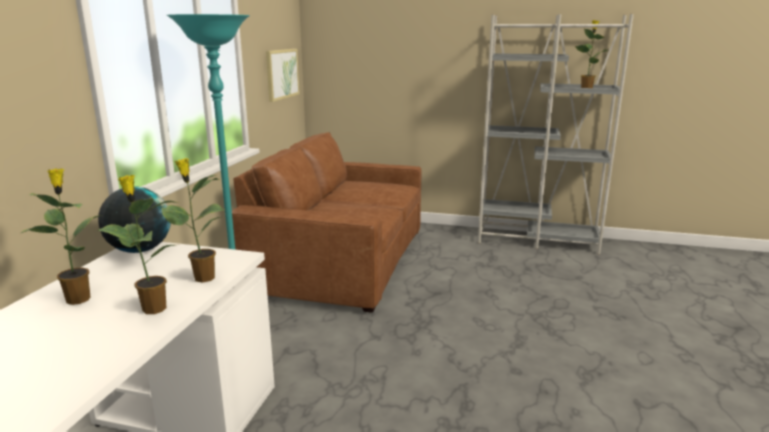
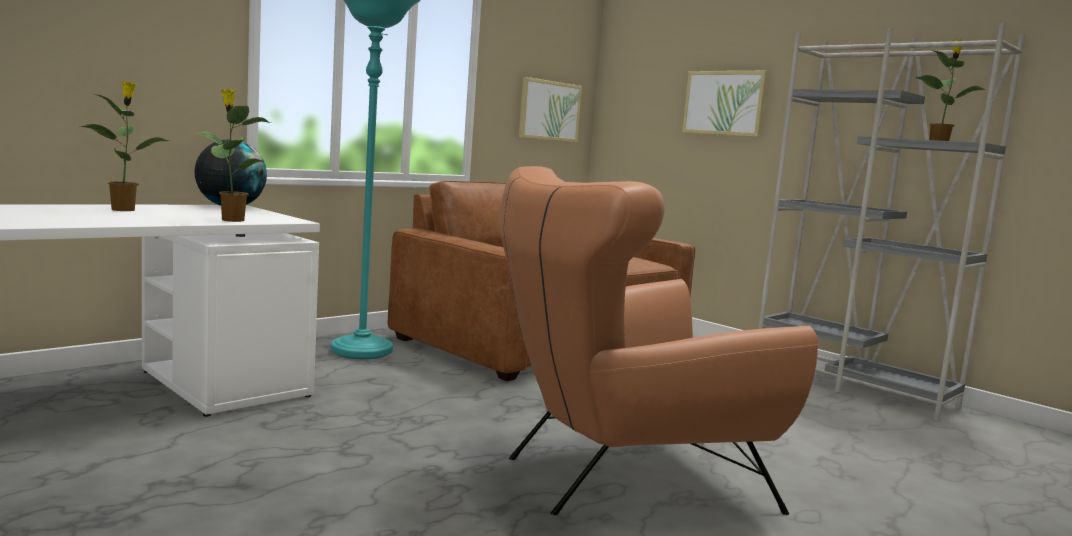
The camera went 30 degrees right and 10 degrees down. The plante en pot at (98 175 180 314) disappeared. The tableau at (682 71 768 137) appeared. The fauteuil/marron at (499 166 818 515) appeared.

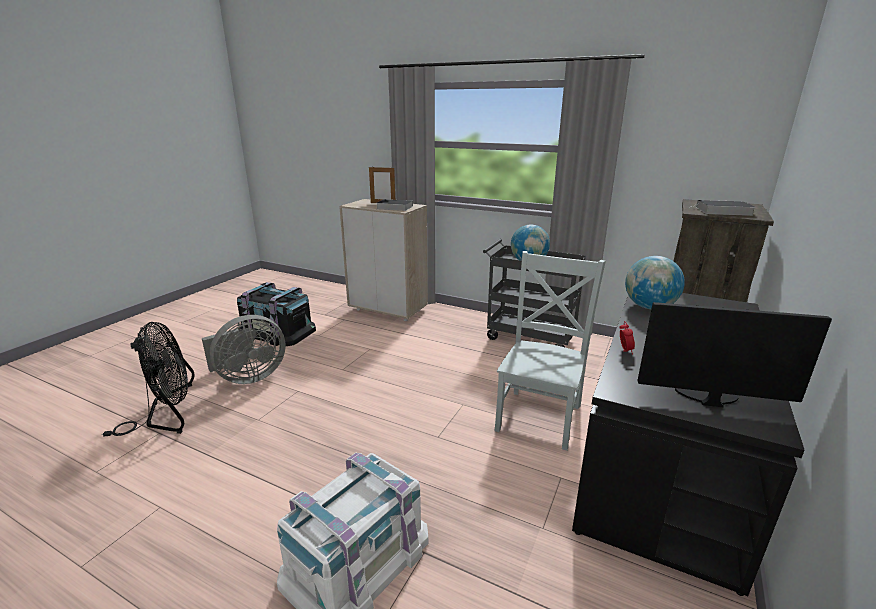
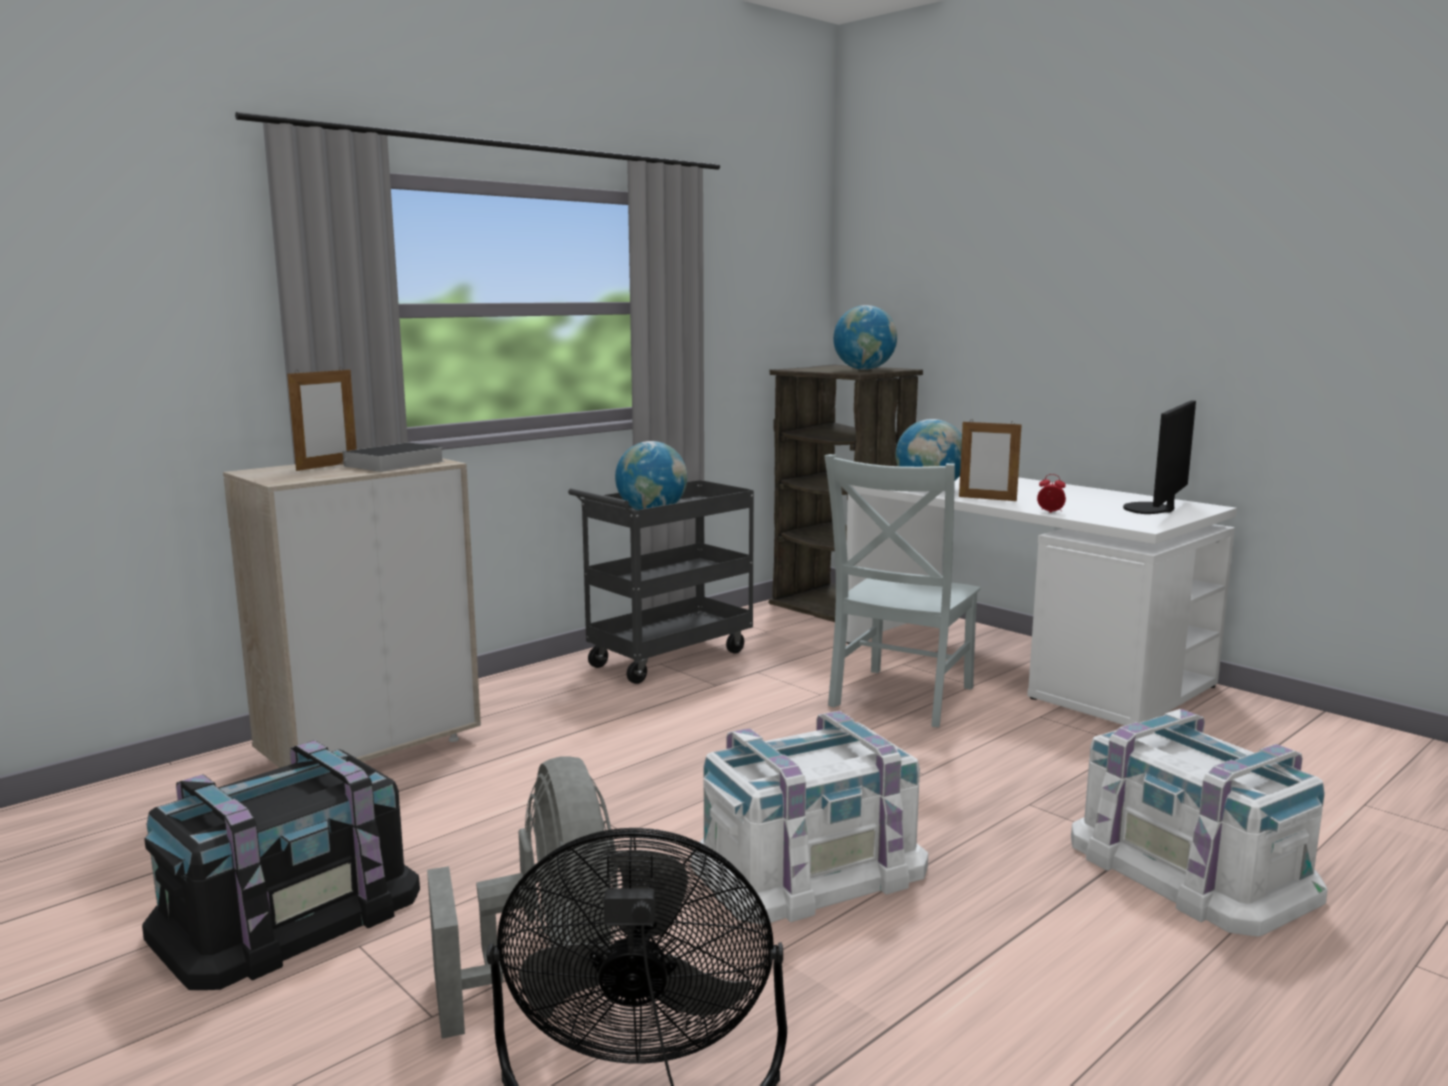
The camera went 70 degrees left and 10 degrees down. The livre at (691 200 755 216) was replaced by the globe at (833 305 897 370). The chaise/gris at (494 251 606 451) turned 105 degrees counterclockwise. The bureau/noir at (572 293 805 596) became the bureau/blanc at (846 477 1237 725). The cadre photo at (959 419 1022 501) appeared. The boîte de rangement/blanc at (691 711 928 924) appeared.

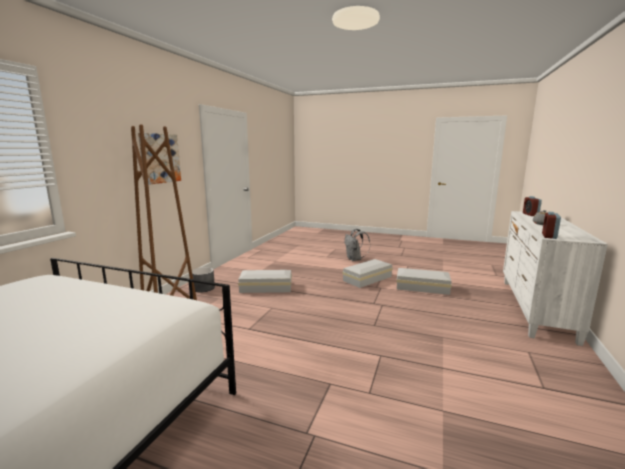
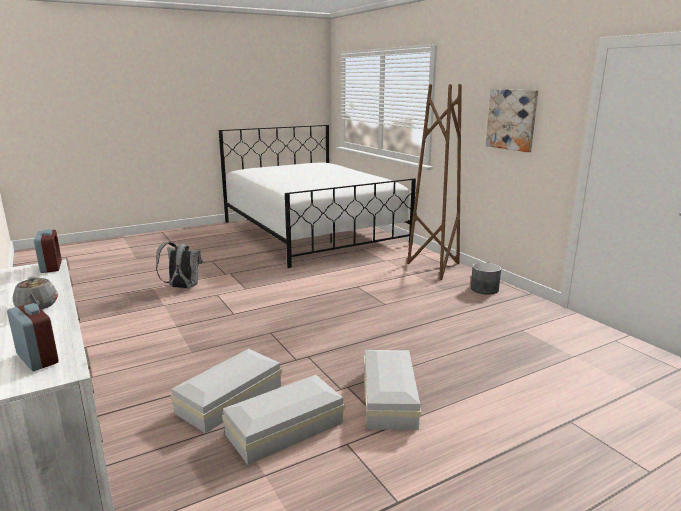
The camera went 130 degrees right and 5 degrees up. The sac à dos/gris moved from (344 229 370 261) to (156 242 202 289). The boîte de rangement/blanc moved from (238 270 292 293) to (171 349 282 433).

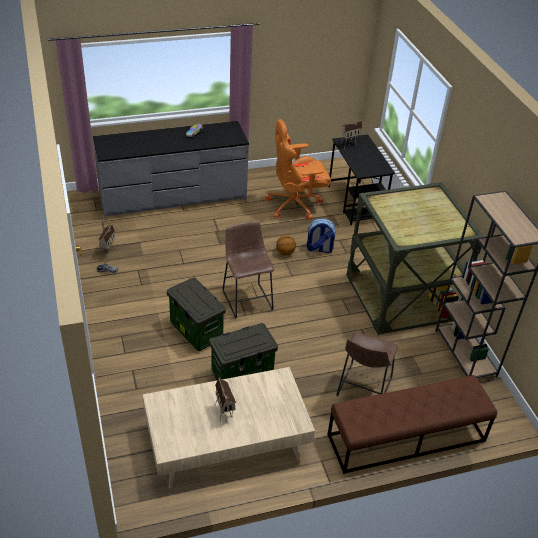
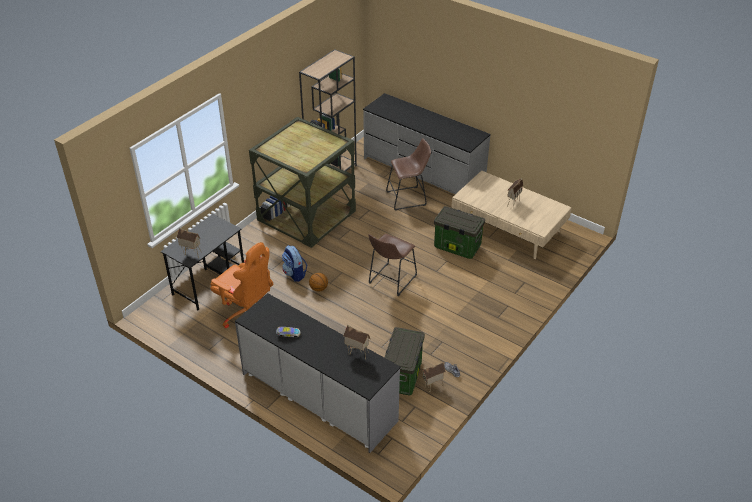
The camera went 125 degrees left and 0 degrees up. The boîte de rangement moved from (167 277 226 351) to (384 327 425 396). The banc/marron at (327 375 497 474) was replaced by the commode/gris at (363 93 491 194). The maison miniature at (343 325 370 360) appeared.

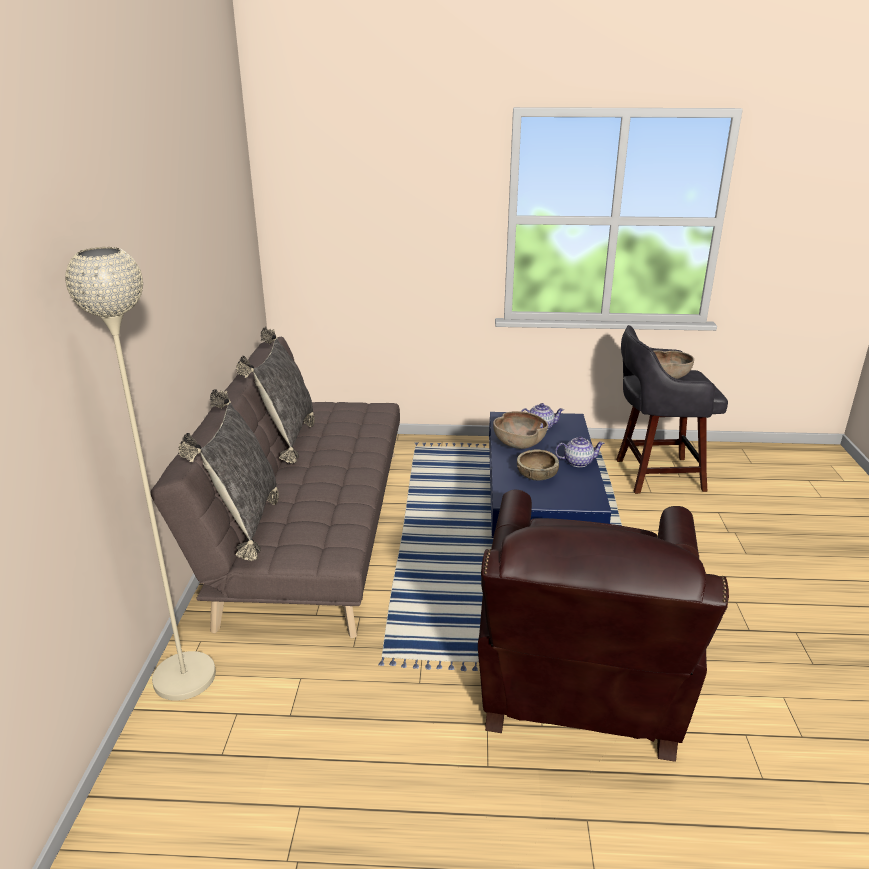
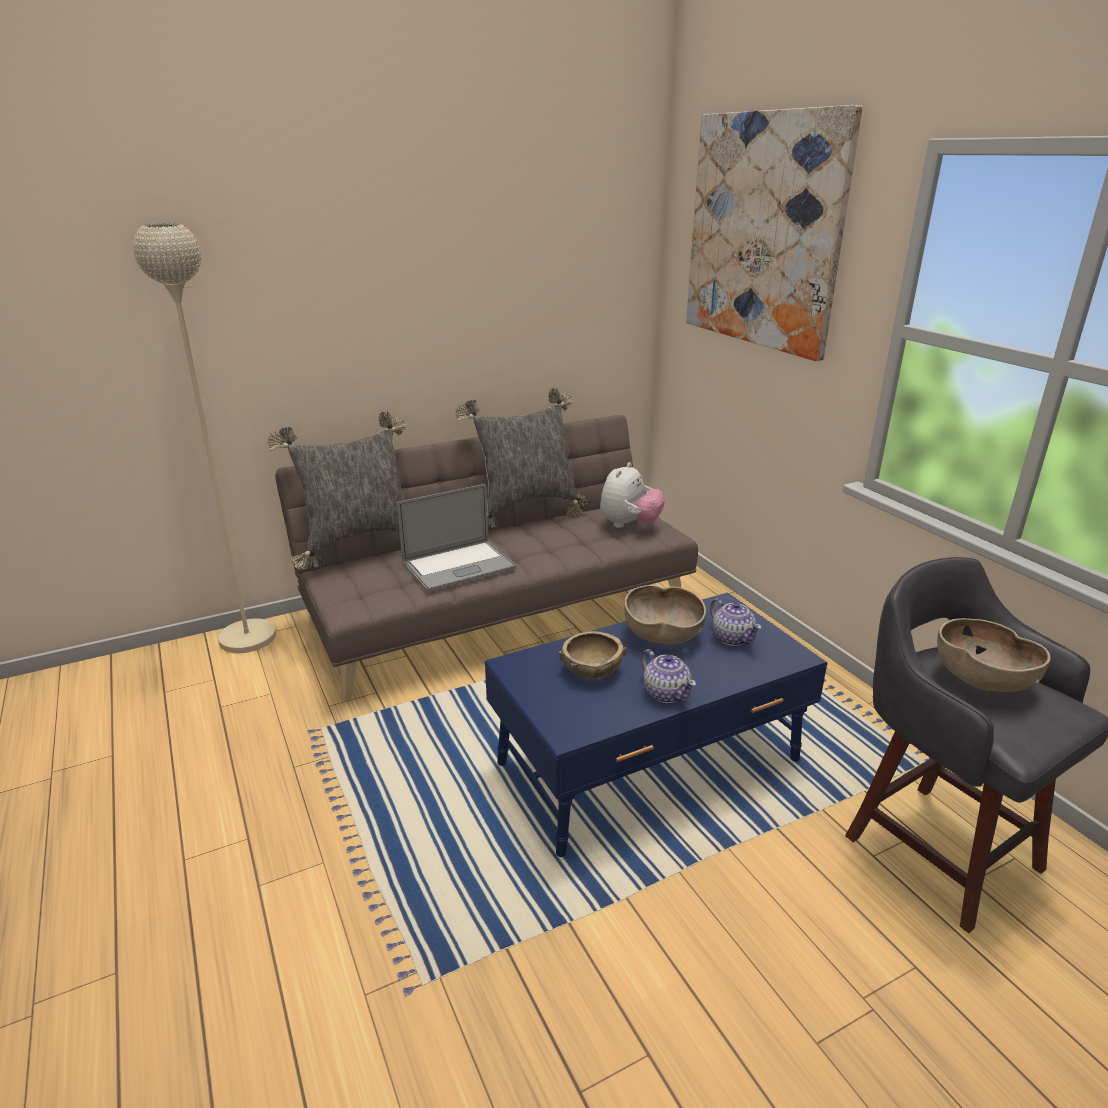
The camera went 60 degrees right and 0 degrees up. The fauteuil/marron at (478 490 729 762) disappeared. The tableau at (686 105 862 361) appeared. The peluche at (600 462 665 528) appeared. The ordinateur portable at (397 484 516 592) appeared.

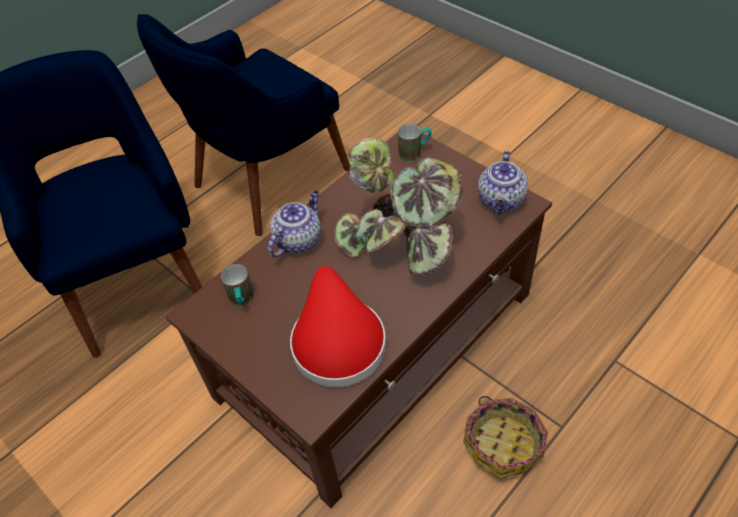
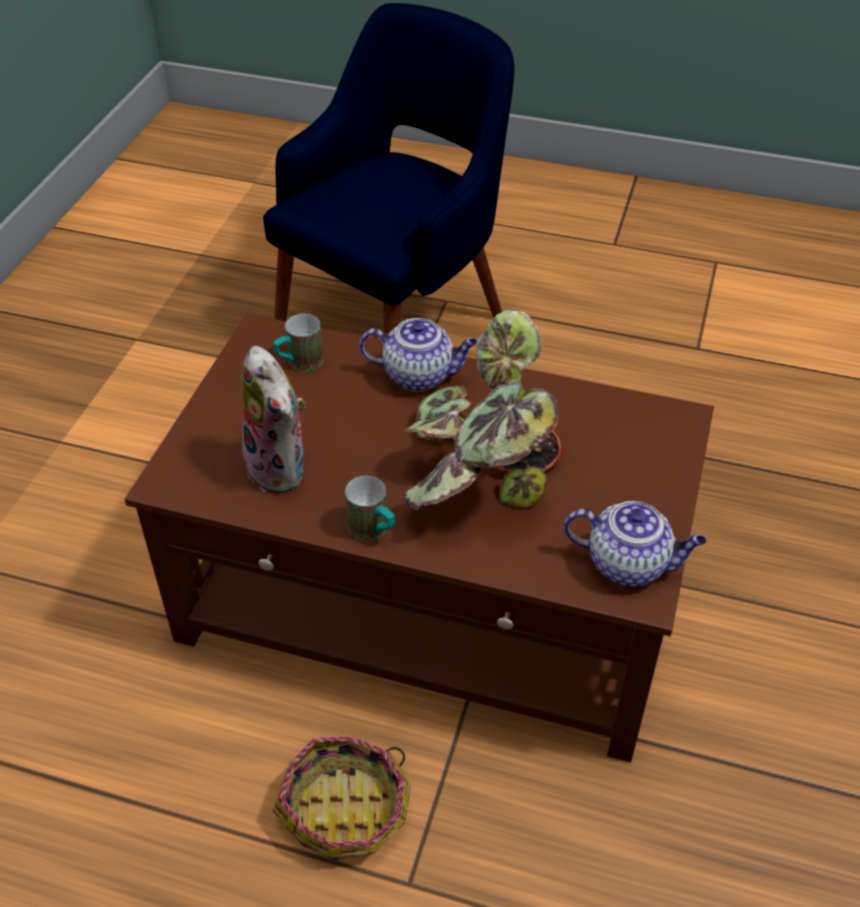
The camera went 60 degrees right and 5 degrees down. The fauteuil/bleu at (137 14 350 236) disappeared. The mug moved from (398 124 431 162) to (345 476 395 541). The théière at (478 150 528 215) turned 150 degrees counterclockwise. The chapeau/rouge at (290 266 386 387) was replaced by the peluche at (241 346 306 493).

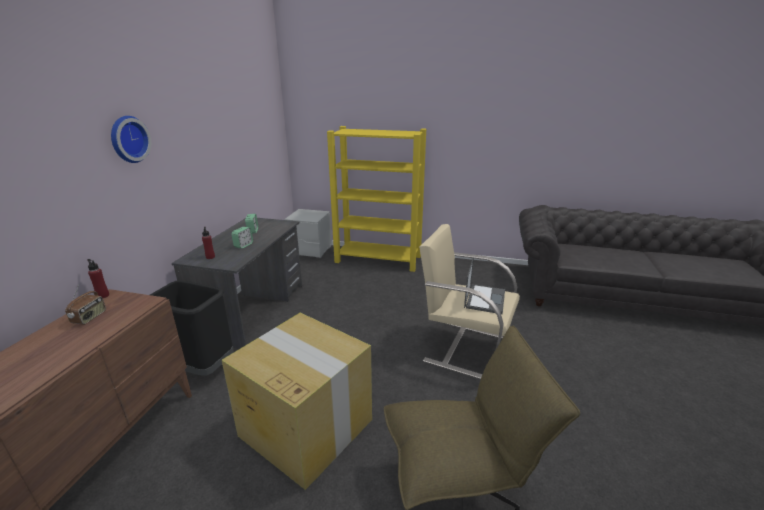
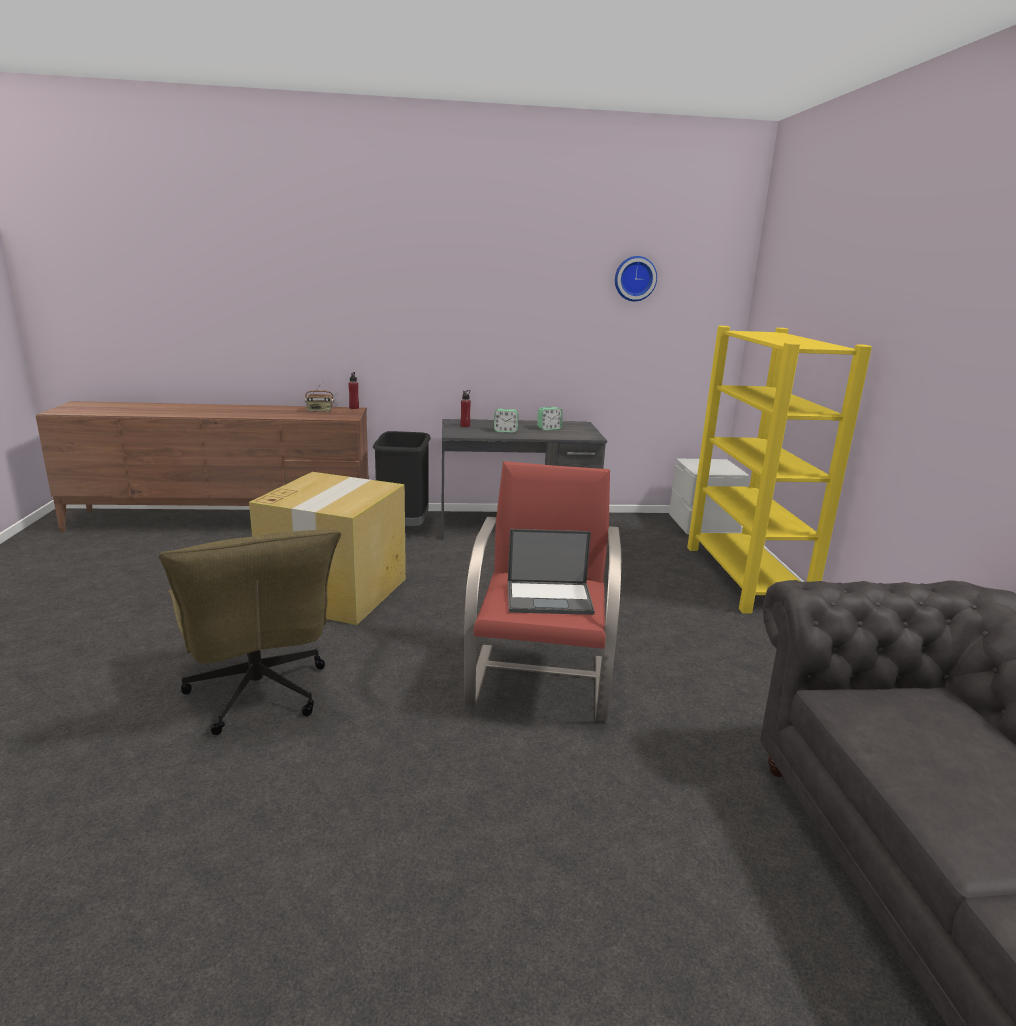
The camera went 70 degrees right and 5 degrees down. The horloge murale moved from (111 116 151 163) to (615 256 657 301). The fauteuil/beige at (419 224 520 379) became the fauteuil/rouge at (464 461 621 721).

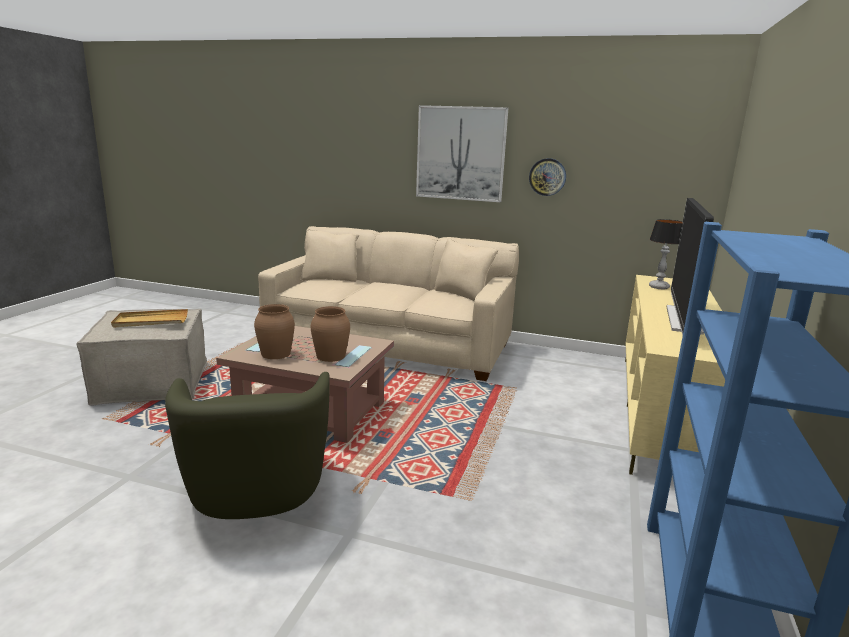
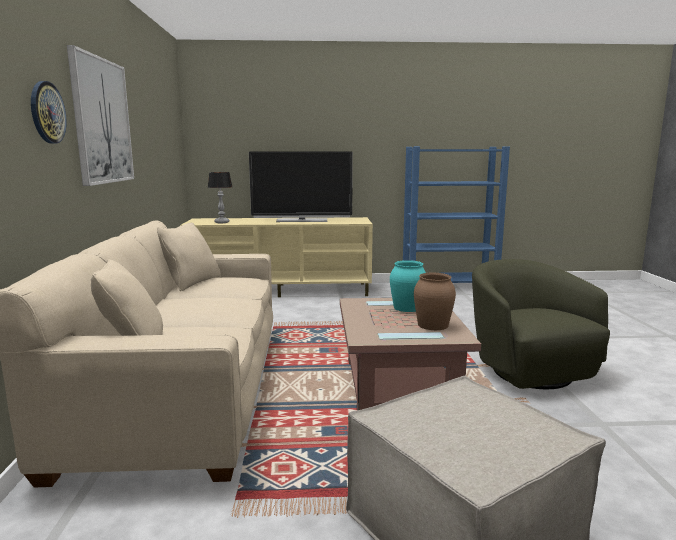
The camera went 110 degrees left and 5 degrees down. The horloge murale moved from (529 158 566 196) to (31 81 67 143). The vase/marron at (311 306 350 362) became the vase/turquoise at (390 260 426 312). The plateau/beige at (111 309 188 328) disappeared. The fauteuil/vert at (165 372 330 519) turned 75 degrees counterclockwise.

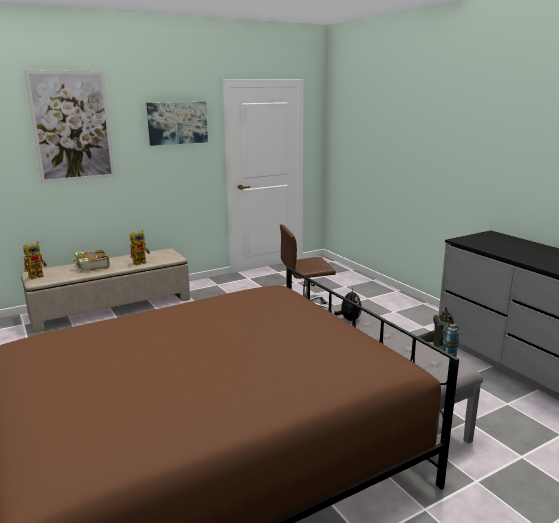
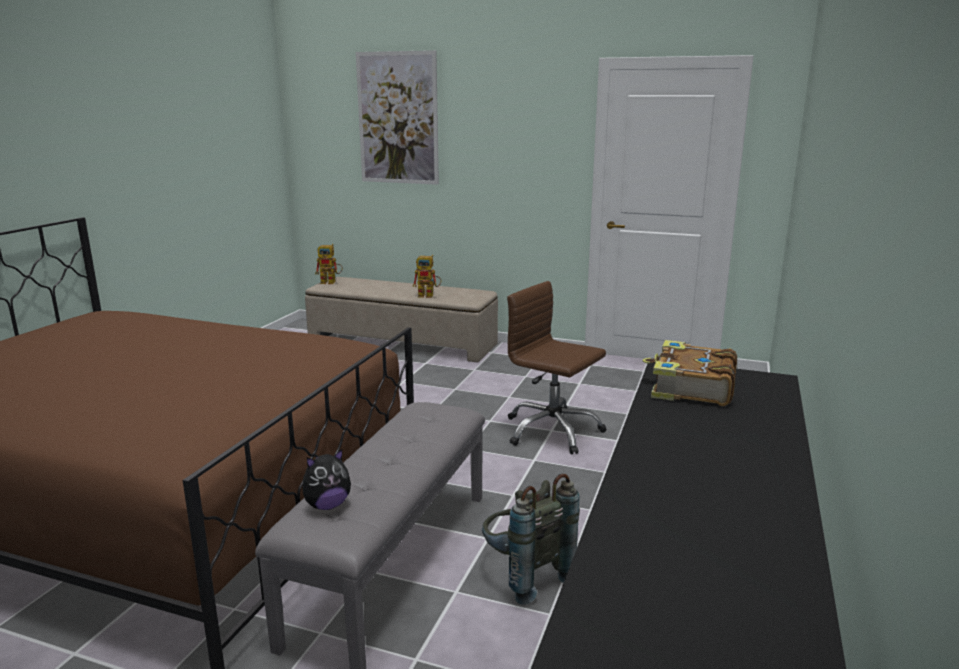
The camera went 50 degrees right and 0 degrees up. The tableau at (146 102 208 146) disappeared. The livre moved from (71 250 110 273) to (642 340 737 406). The peluche moved from (334 289 362 321) to (302 449 351 510).

